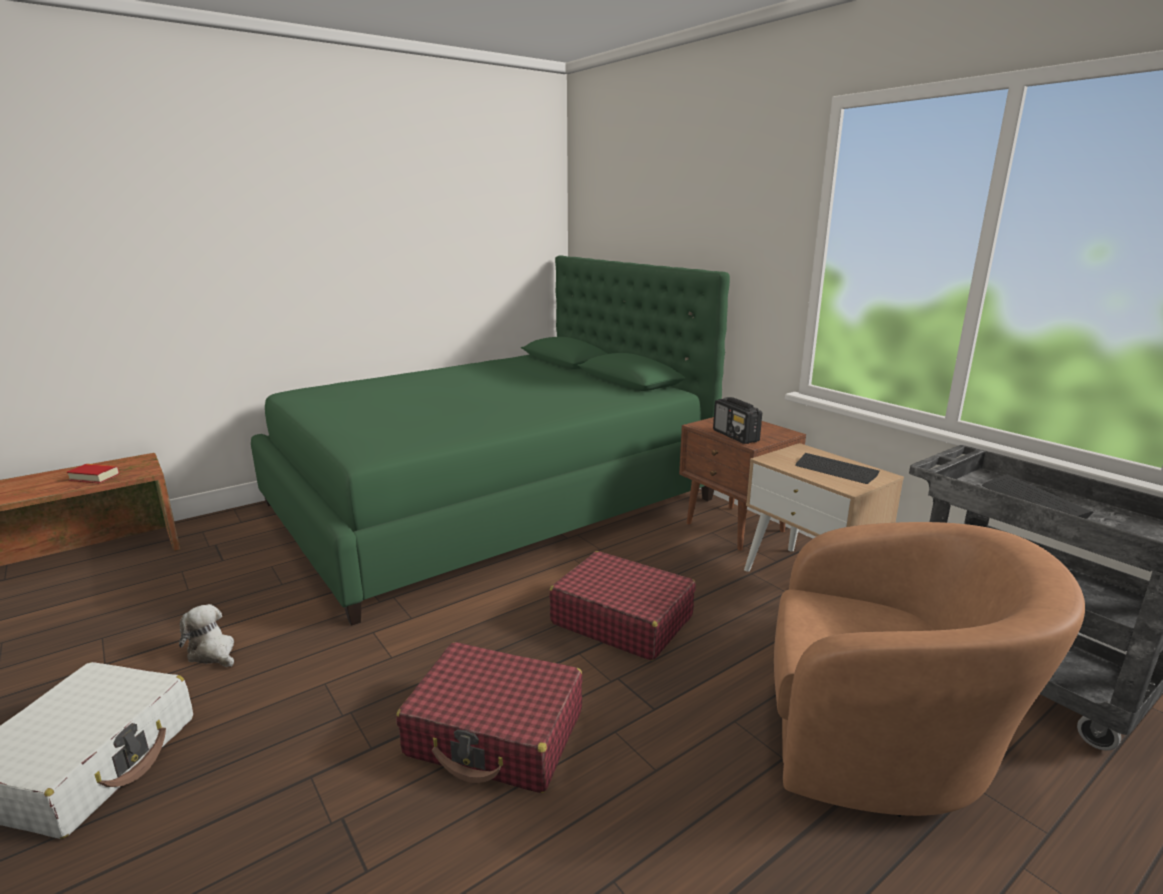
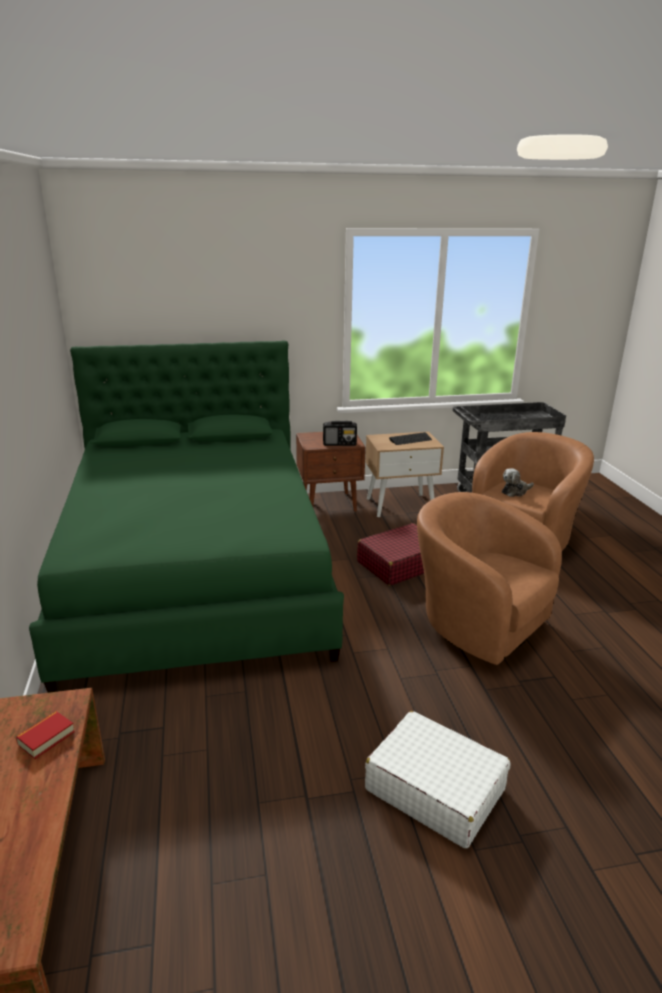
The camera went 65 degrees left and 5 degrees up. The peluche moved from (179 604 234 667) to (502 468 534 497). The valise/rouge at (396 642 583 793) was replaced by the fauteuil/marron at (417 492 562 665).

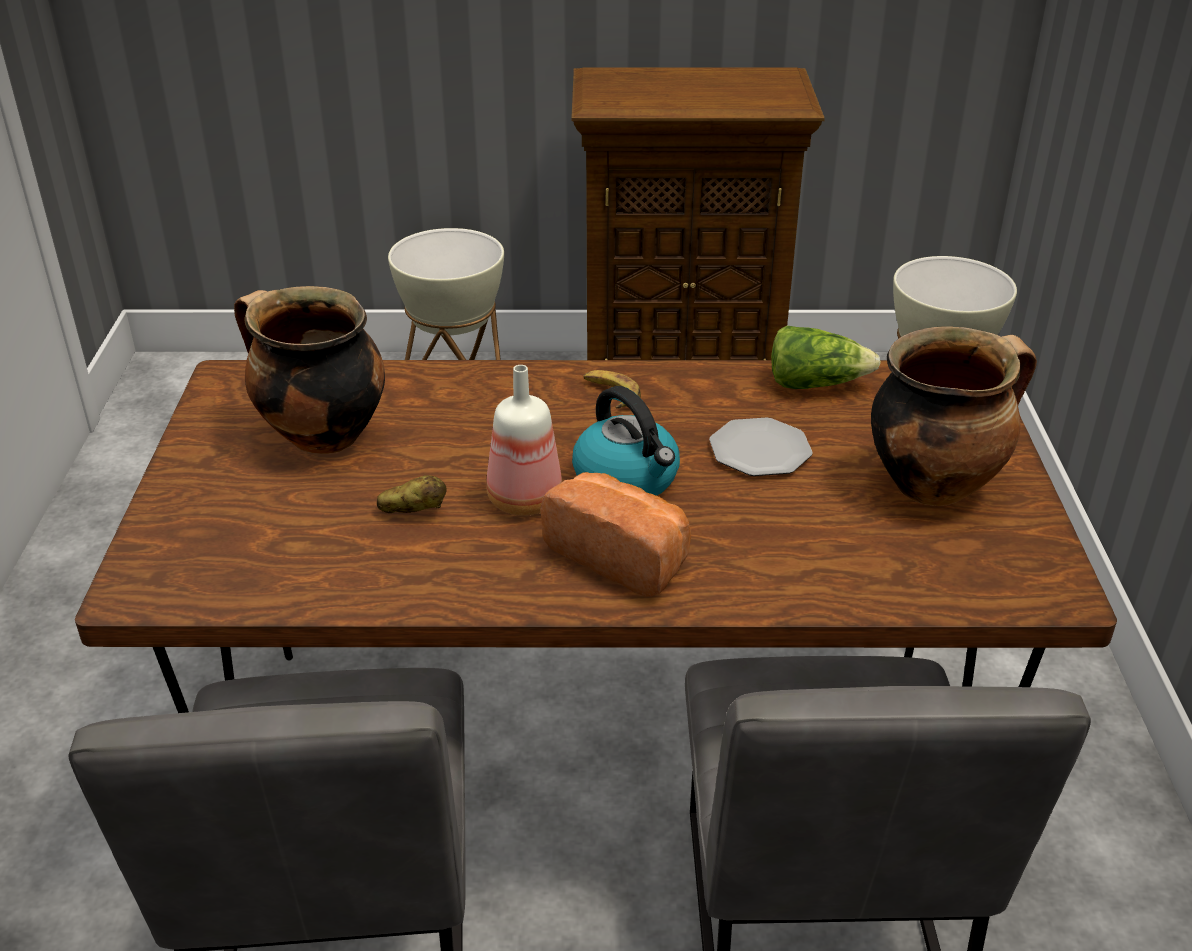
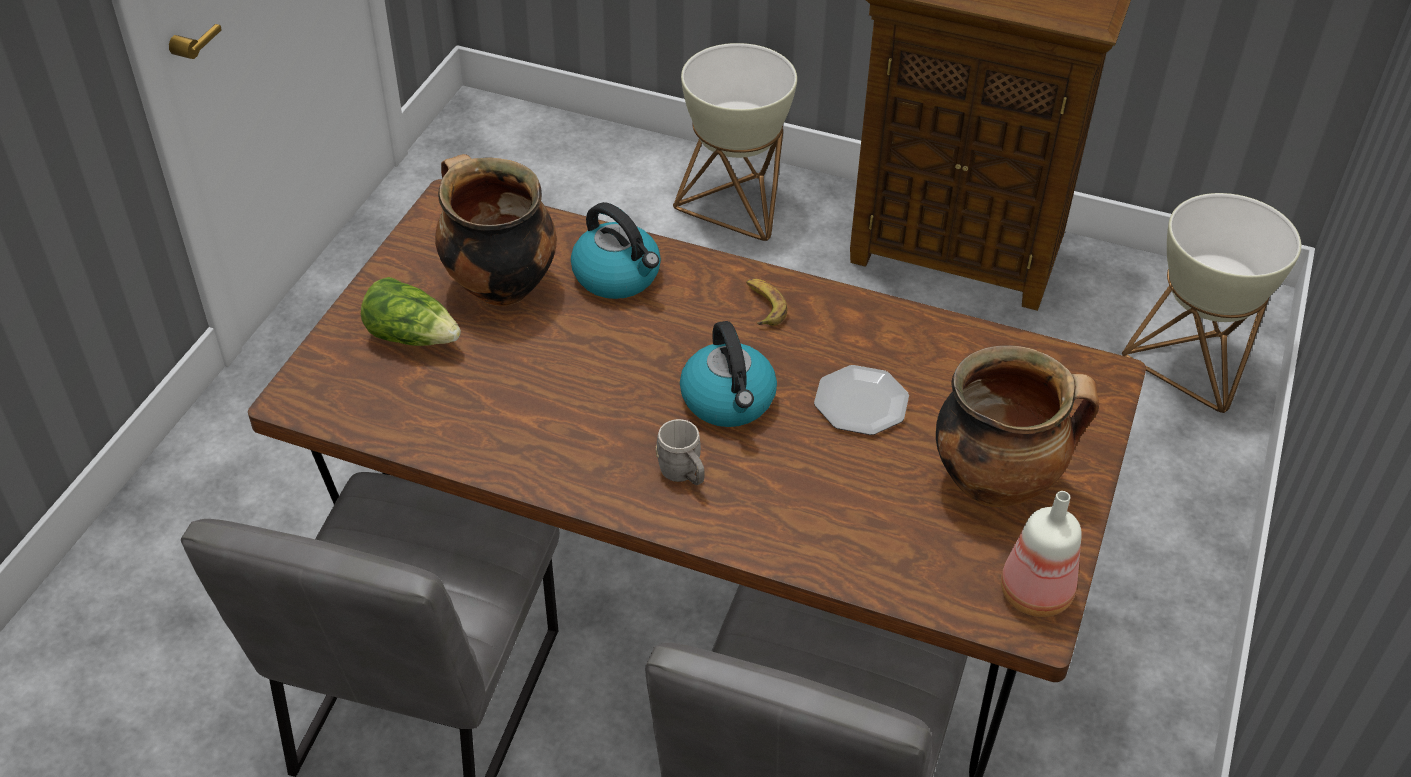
The camera went 20 degrees right and 10 degrees up. The laitue moved from (771 326 881 389) to (361 277 461 346). The bouteille moved from (486 365 562 516) to (1001 491 1082 617). The pain at (540 472 691 597) was replaced by the mug/gris at (655 419 705 485). The pomme de terre at (377 475 447 513) disappeared. The bouilloire at (571 202 661 299) appeared.

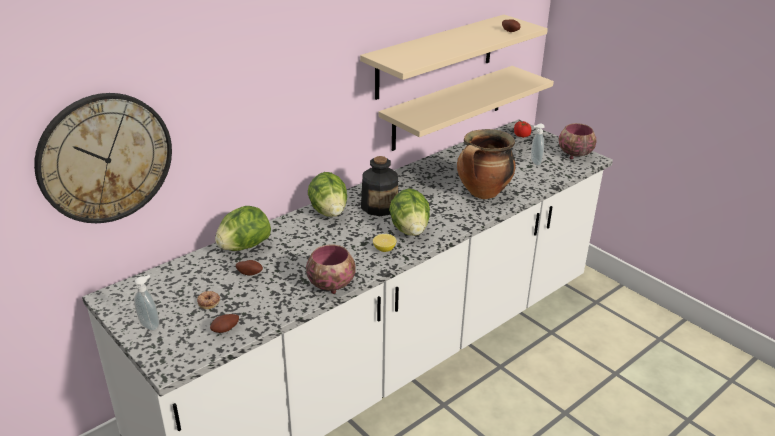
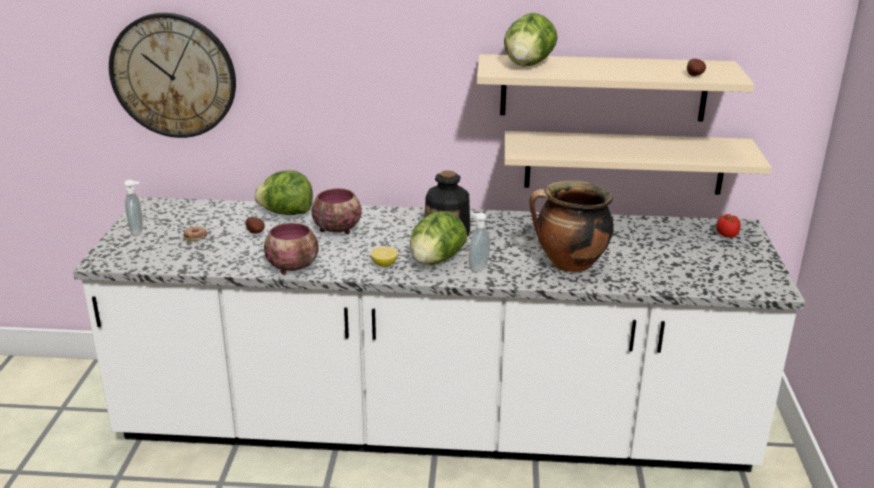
The camera went 45 degrees right and 5 degrees down. The bol moved from (559 123 597 159) to (311 188 361 234). The distributeur de savon moved from (531 124 545 166) to (469 213 490 272). The laitue moved from (308 172 347 217) to (504 13 558 67). The pomme de terre at (210 314 239 333) disappeared.

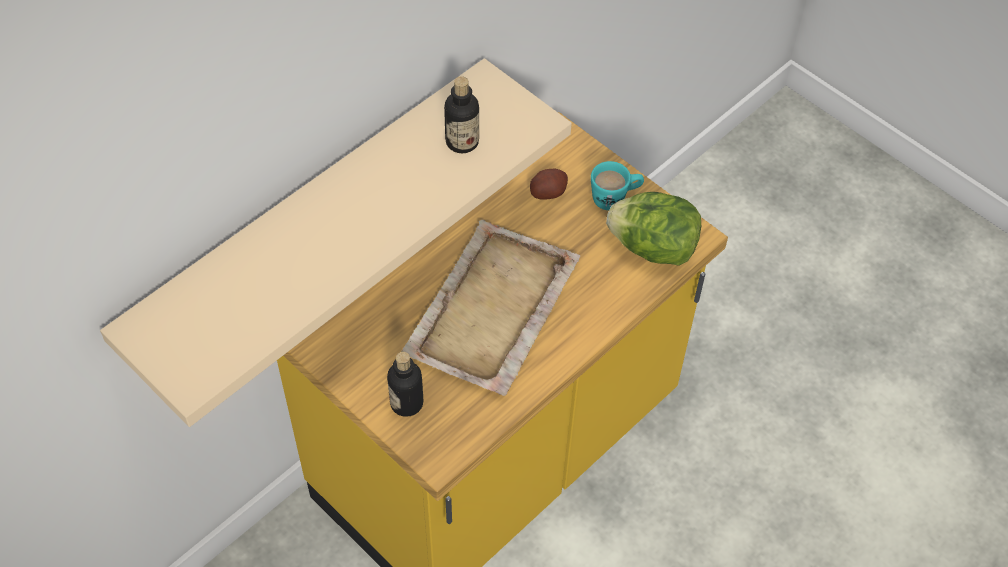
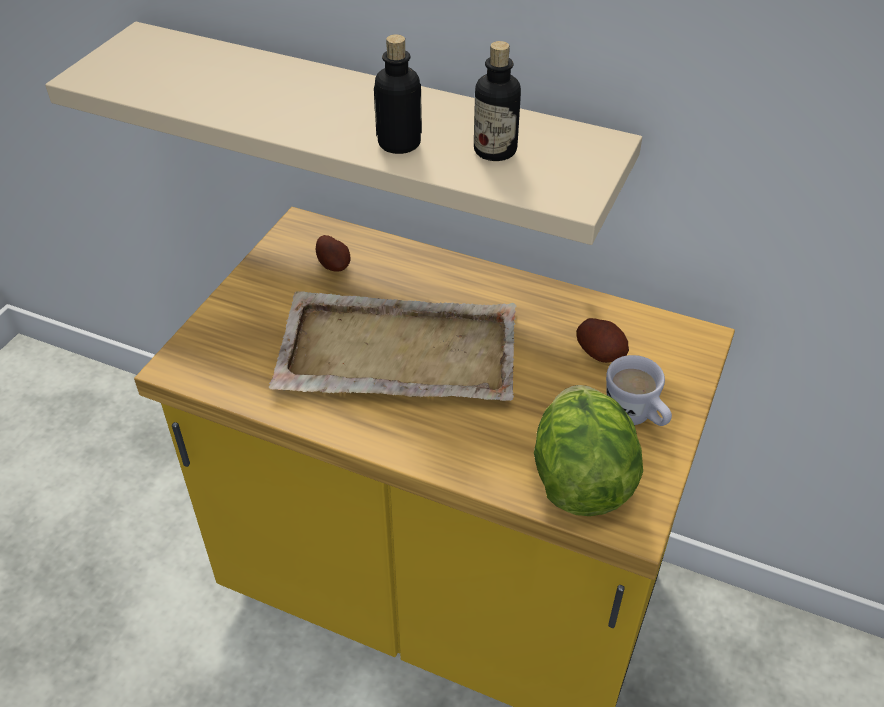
The camera went 70 degrees right and 10 degrees down. The mug/turquoise at (591 161 644 210) became the mug/blanc at (606 355 672 426). The bouteille moved from (387 352 423 417) to (374 35 422 154). The pomme de terre at (316 235 351 272) appeared.

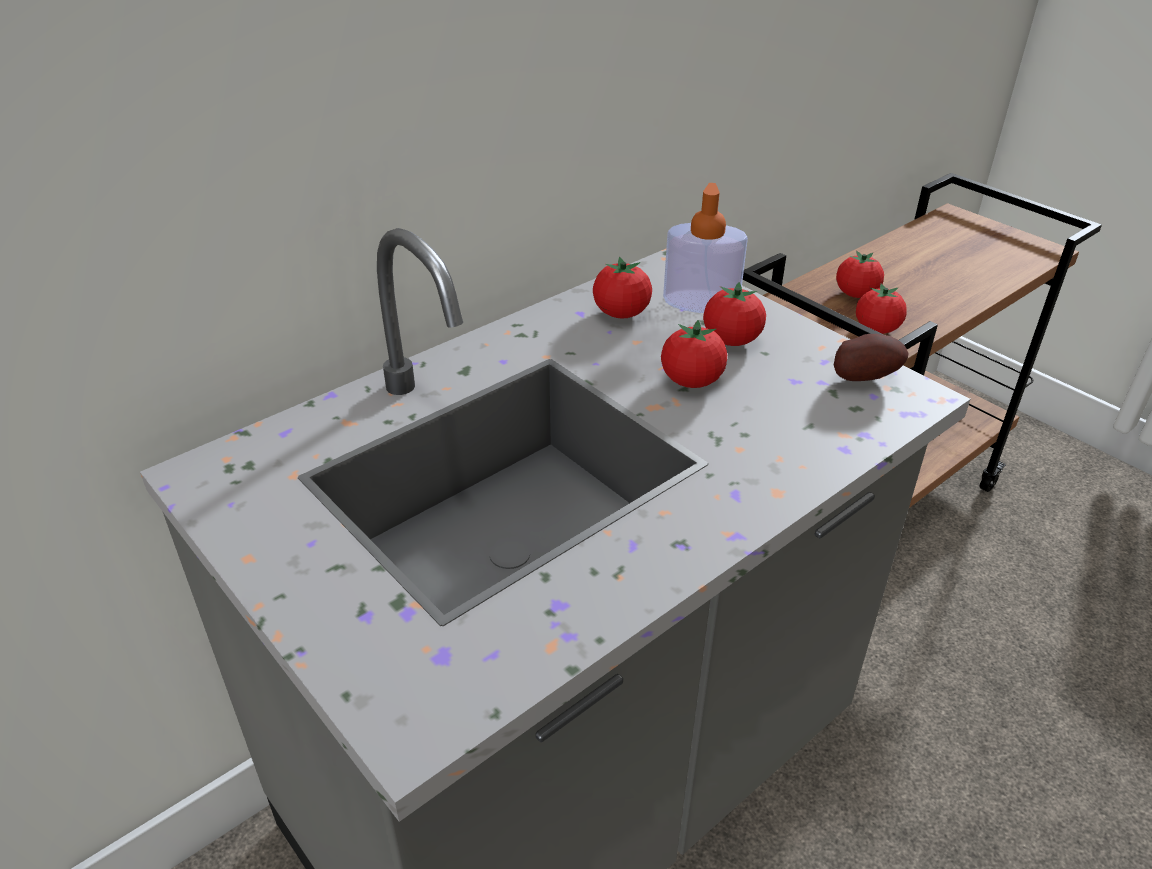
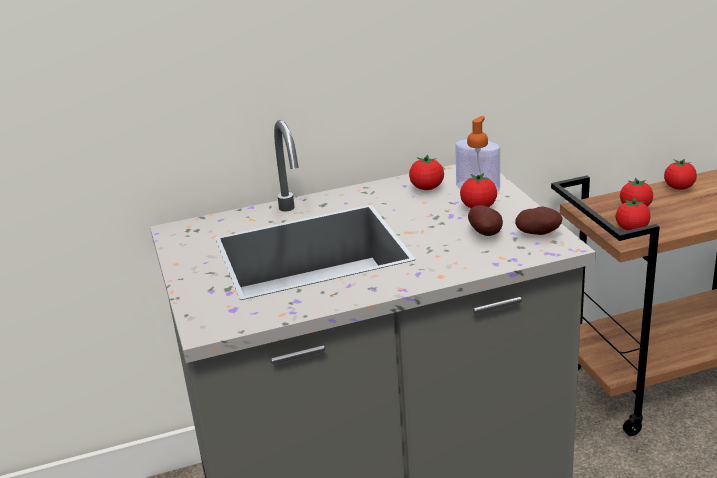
The camera went 25 degrees right and 10 degrees down. The tomate moved from (661 320 727 388) to (664 159 697 190). The pomme de terre at (468 205 503 236) appeared.

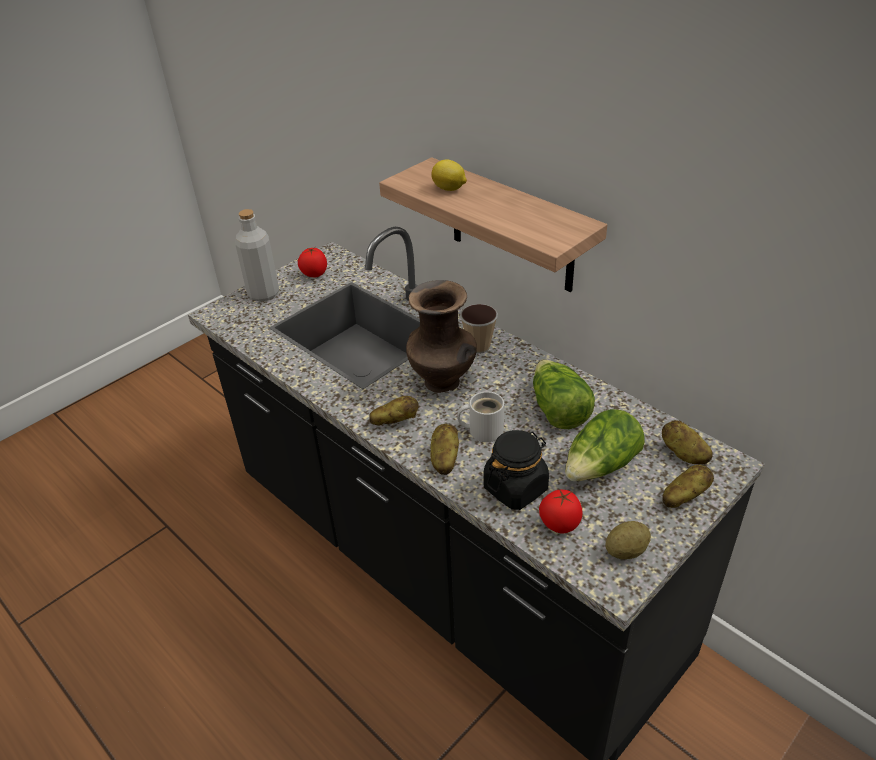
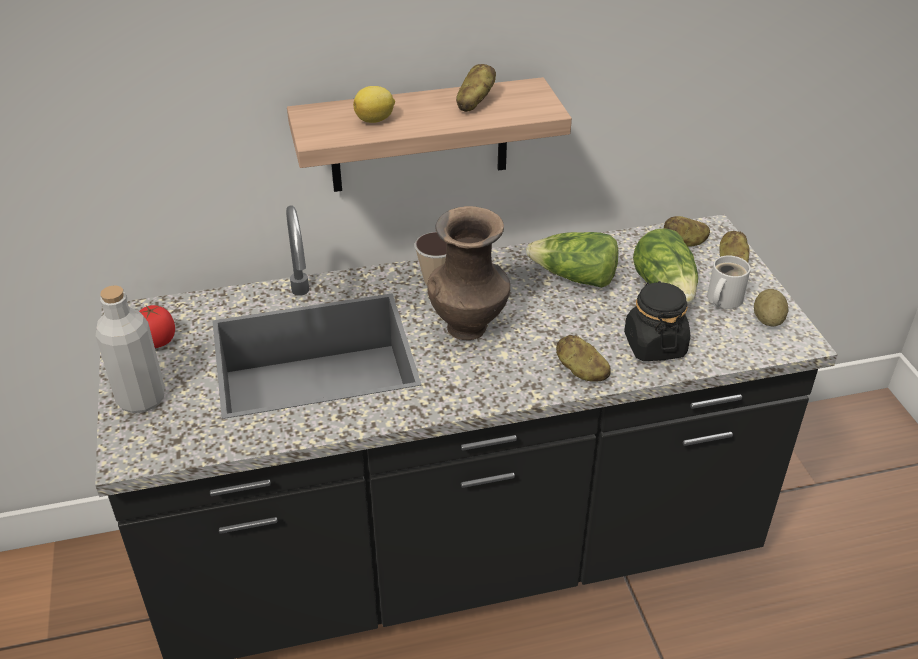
The camera went 60 degrees left and 0 degrees up. The mug/blanc moved from (457 391 504 442) to (707 255 751 309). The pomme de terre moved from (369 396 419 426) to (456 64 496 112). The tomate at (539 489 583 533) disappeared.

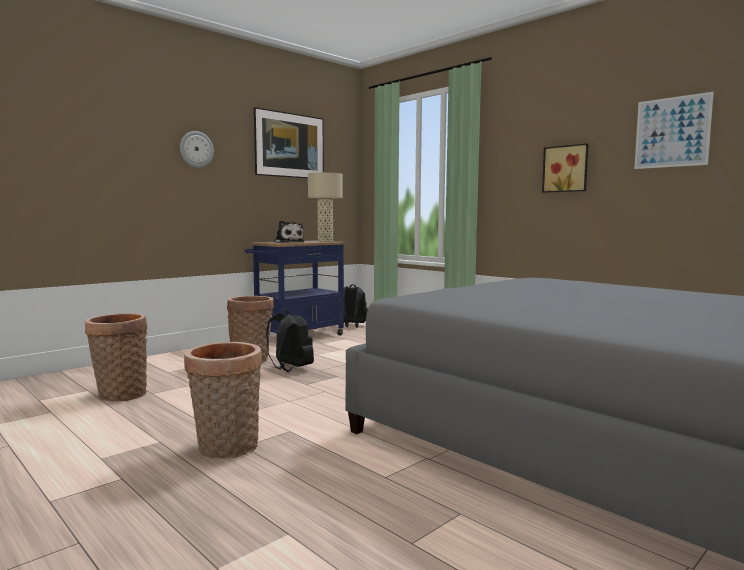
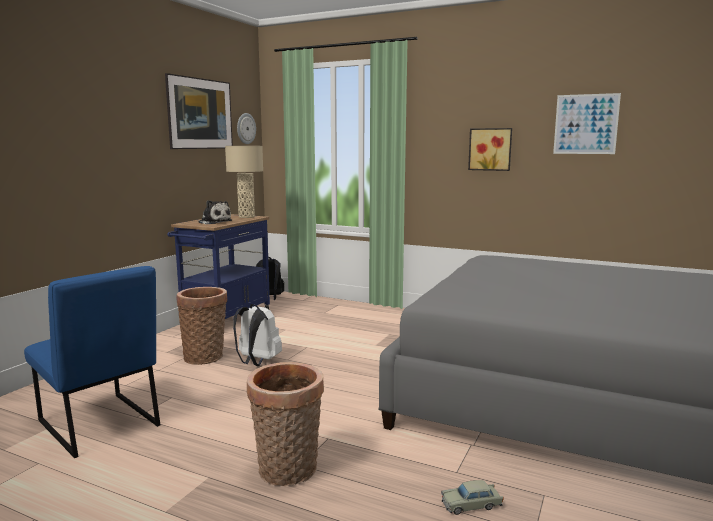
The camera went 20 degrees left and 5 degrees up. The horloge murale moved from (180 131 214 168) to (237 113 256 144). The sac à dos/noir at (266 311 314 372) became the sac à dos/blanc at (233 304 282 366). The panier at (85 313 147 402) was replaced by the chaise/bleu at (24 266 161 458). The petite voiture/beige at (441 480 504 515) appeared.

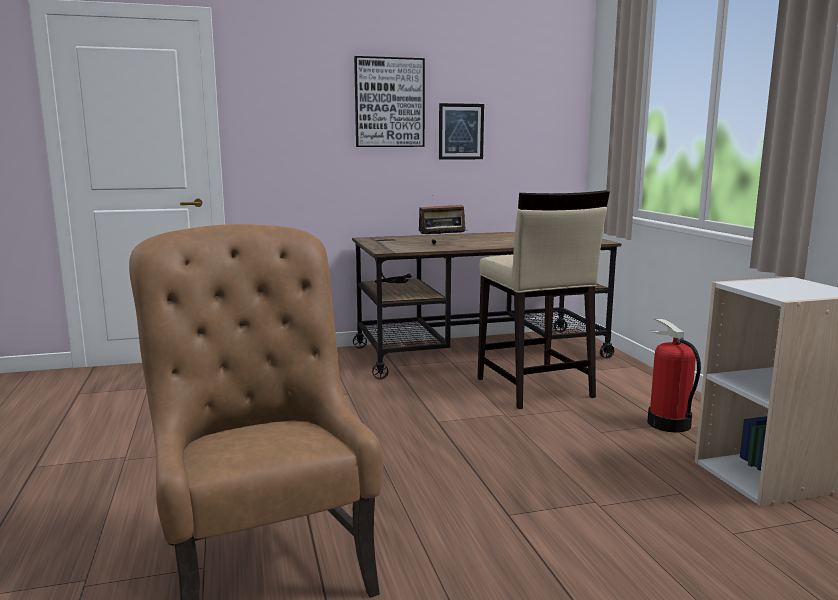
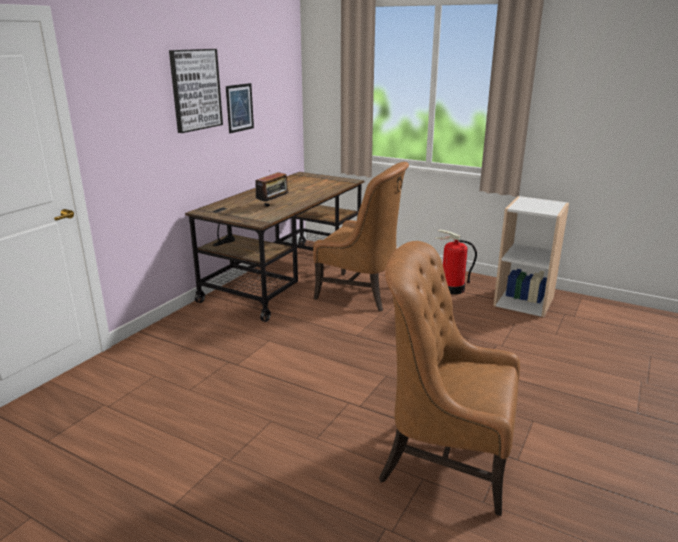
The camera went 45 degrees left and 10 degrees up. The tabouret/beige at (478 190 610 409) was replaced by the chaise/marron at (313 162 409 311).

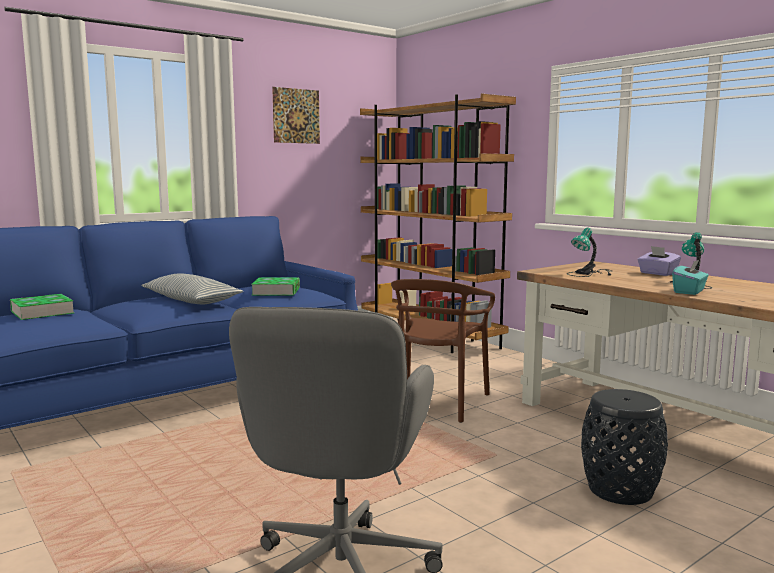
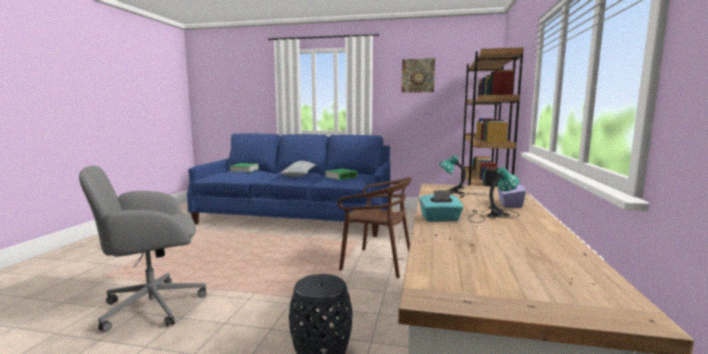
The camera went 50 degrees right and 0 degrees up. The chaise/marron at (391 279 495 423) turned 135 degrees counterclockwise.

